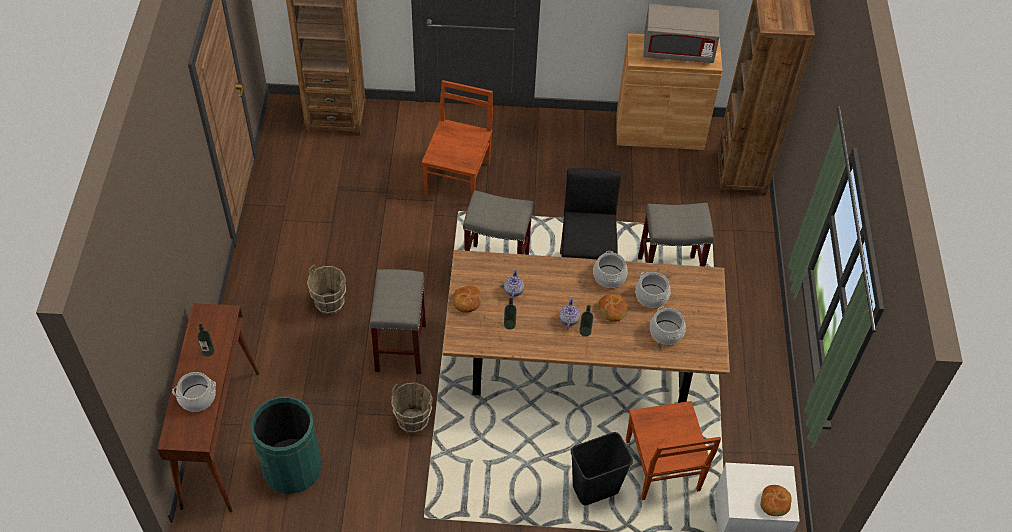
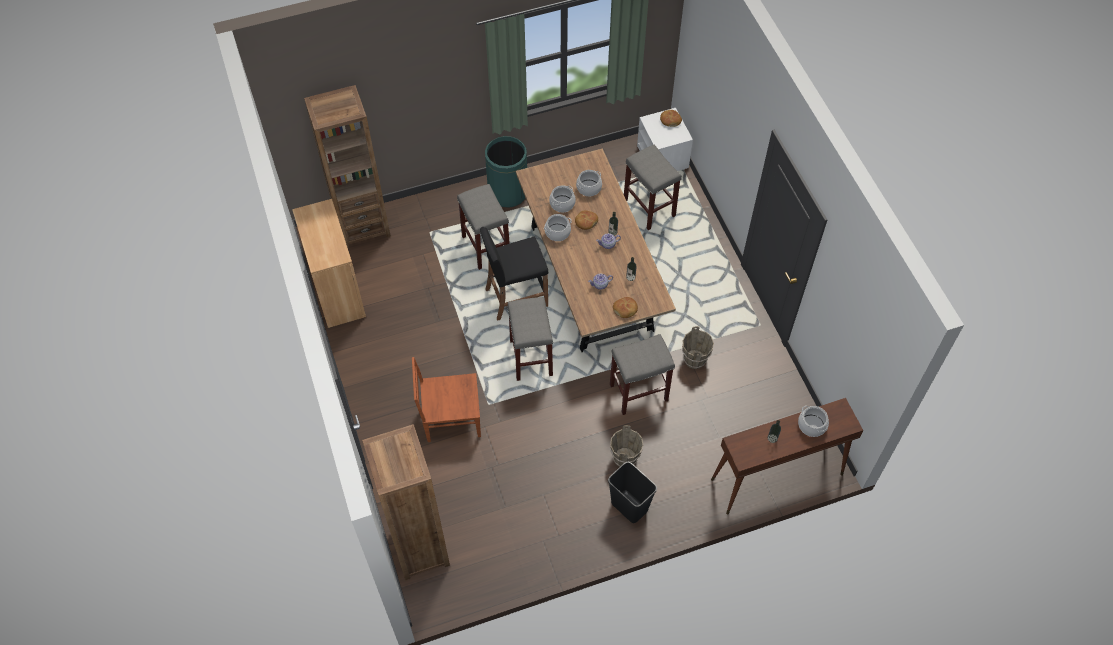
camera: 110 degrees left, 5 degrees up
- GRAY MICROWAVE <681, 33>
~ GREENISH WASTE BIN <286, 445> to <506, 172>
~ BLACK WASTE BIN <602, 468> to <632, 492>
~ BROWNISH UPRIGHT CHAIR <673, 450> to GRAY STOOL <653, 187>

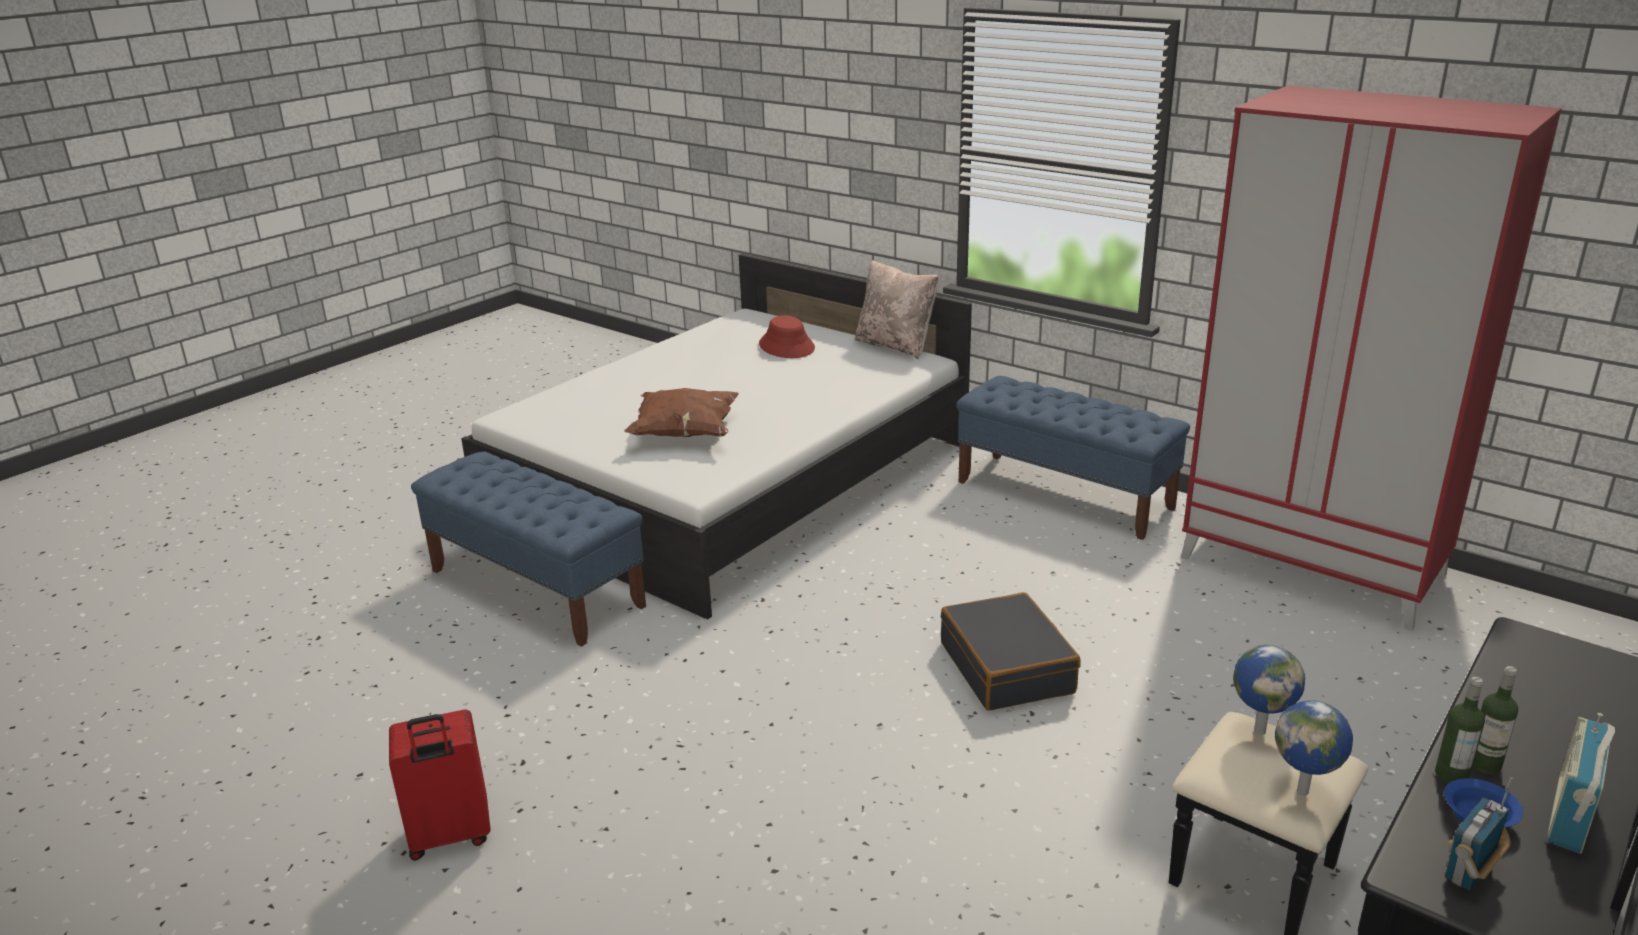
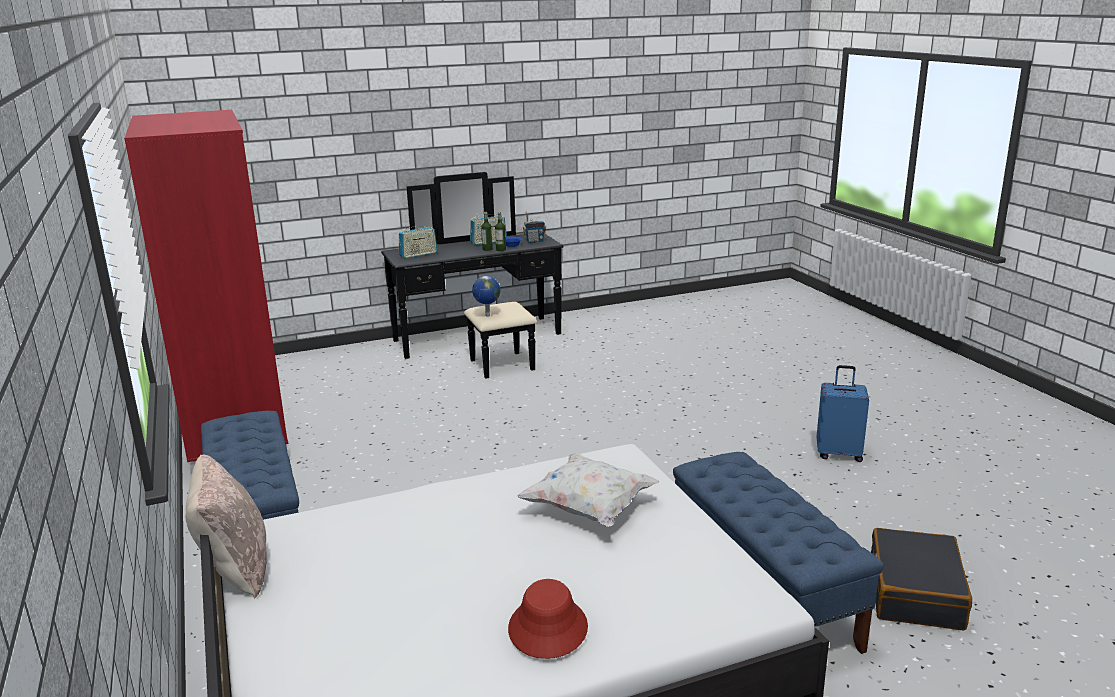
camera: 150 degrees left, 5 degrees down
- GLOBE <1314, 748>
+ RADIO <418, 242>
~ RED-COLOURED CLOTHING HAT <787, 336> to <548, 619>
~ BLACK SUITCASE <1011, 651> to <921, 579>
~ RED-COLOURED SUITCASE <440, 785> to BLUISH SUITCASE <842, 413>
~ BROWNISH CUSHION <681, 412> to WHITE-COLOURED CUSHION <588, 490>

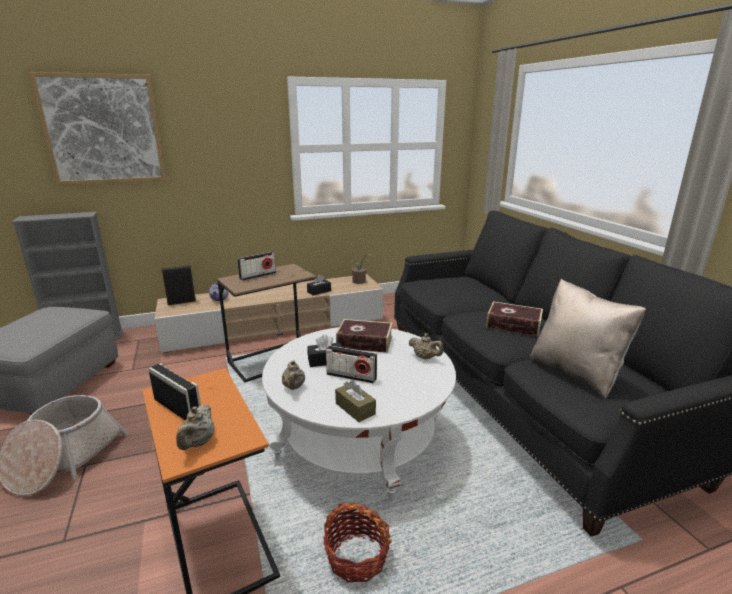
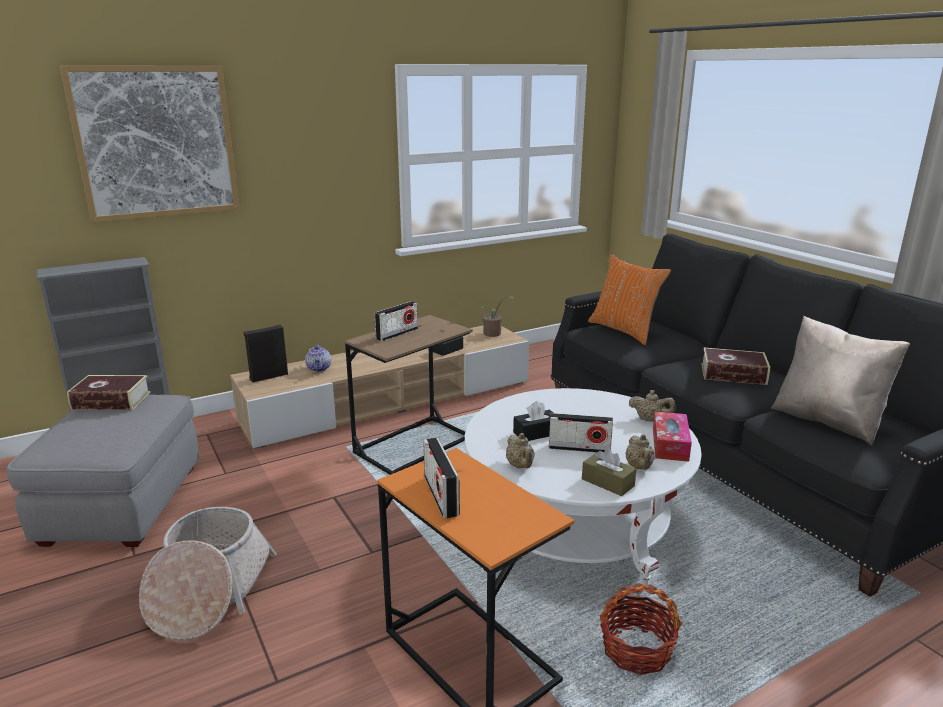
camera: 10 degrees left, 0 degrees up
+ ORANGE-COLOURED CUSHION <629, 299>
+ TISSUE HOLDER <672, 437>
~ BEIGE-COLOURED TEA POT <195, 427> to <640, 452>
~ BOUND BOOK <364, 336> to <108, 392>
~ RADIO <175, 391> = <441, 478> 135 degrees counterclockwise

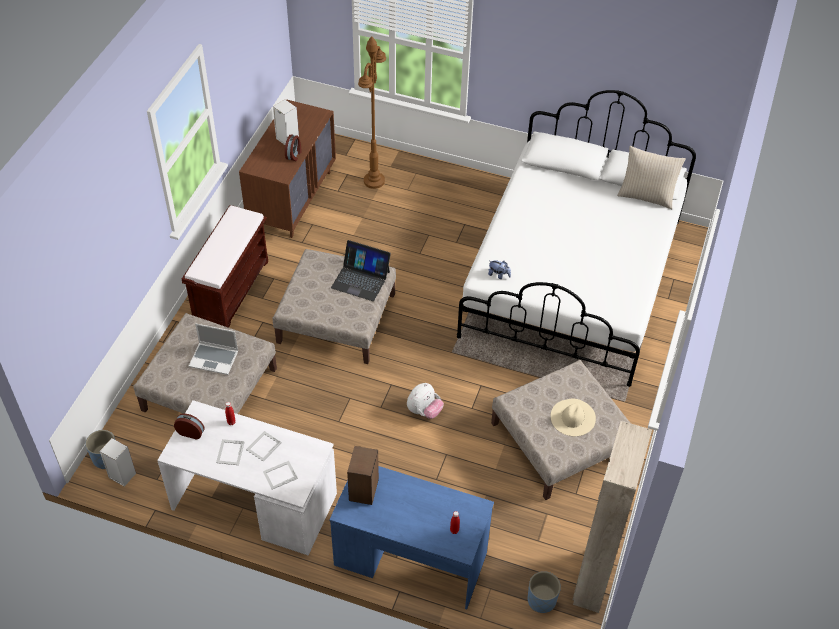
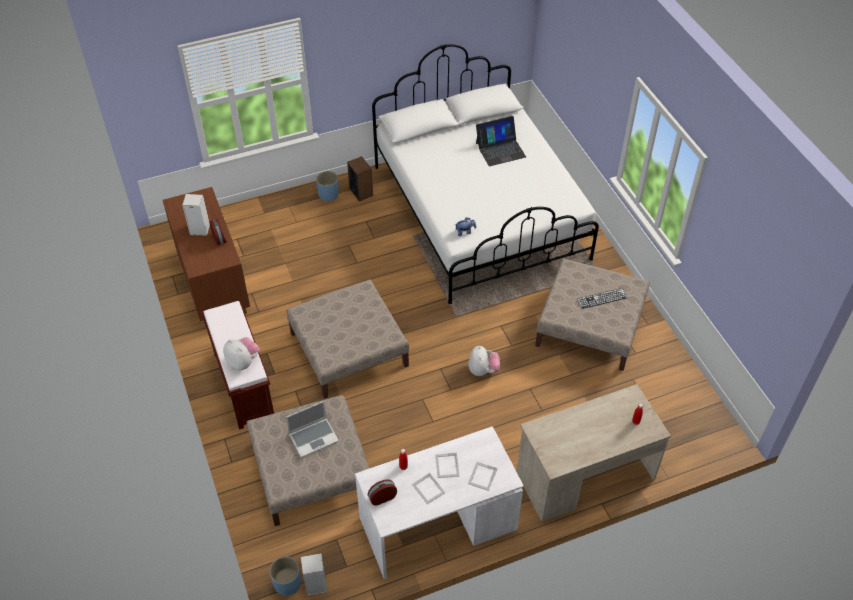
camera: 40 degrees left, 0 degrees up
- BROWNISH STANDING LAMP <372, 113>
- BEIGE-COLOURED ARMOIRE <612, 517>
- BEIGE-COLOURED CUSHION <651, 177>
+ SOFT TOY <241, 353>
~ LAPTOP <361, 270> to <501, 141>
~ SPEAKER <363, 475> to <360, 178>
~ BLUISH PLANT POT <544, 592> to <327, 186>
~ BEIGE-COLOURED CLOTHING HAT <573, 417> to KEYBOARD <602, 298>
~ BLUISH DESK TABLE <411, 537> to BEIGE-COLOURED DESK TABLE <594, 453>

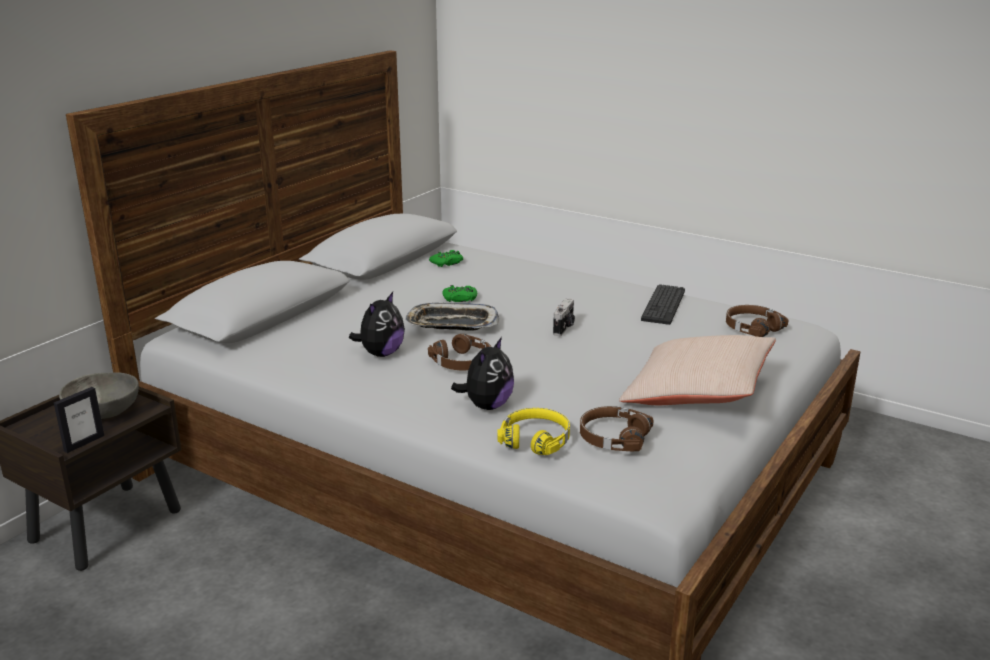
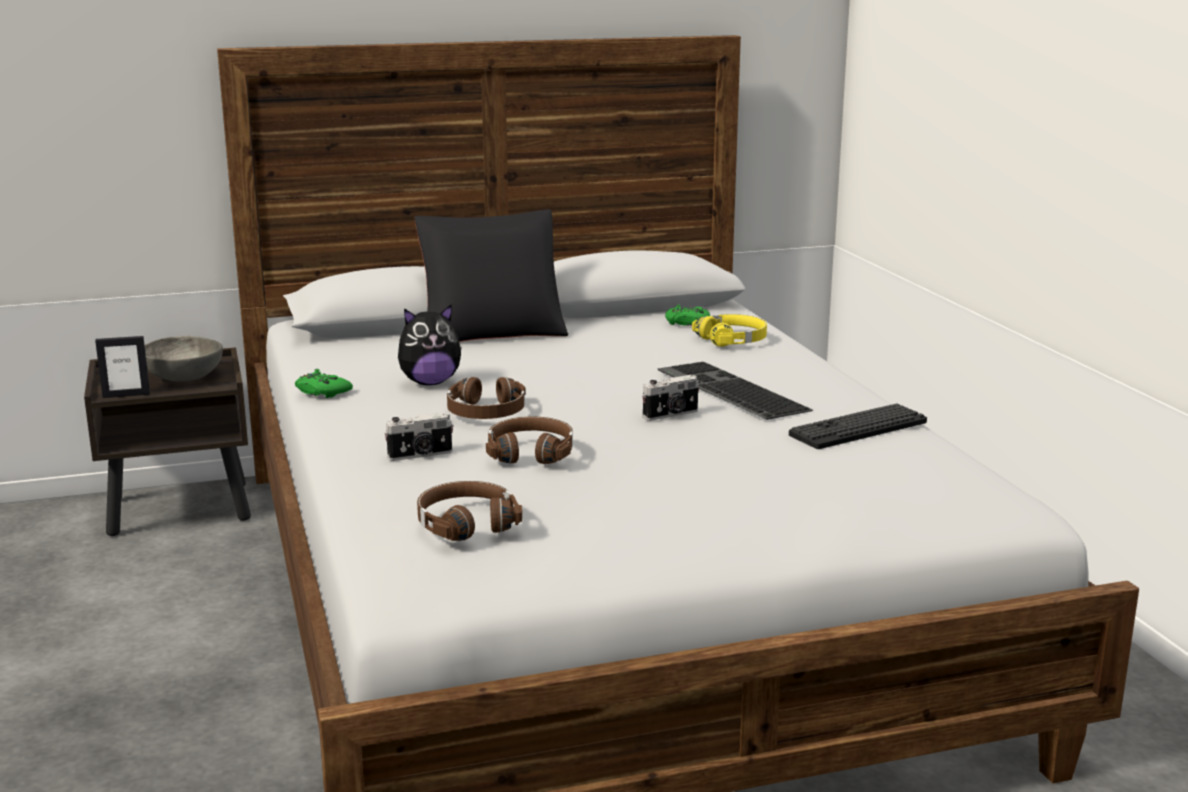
camera: 40 degrees right, 5 degrees down
- TRAY <452, 317>
- BEIGE-COLOURED CUSHION <697, 370>
+ BLACK CUSHION <491, 275>
+ KEYBOARD <735, 391>
~ GREENISH GAME CONTROLLER <460, 293> to <324, 383>
~ YELLOWISH HEADSET <533, 431> to <729, 330>
~ BROWNISH HEADSET <757, 321> to <529, 440>
~ SOFT TOY <482, 373> to PHOTO CAMERA <418, 436>

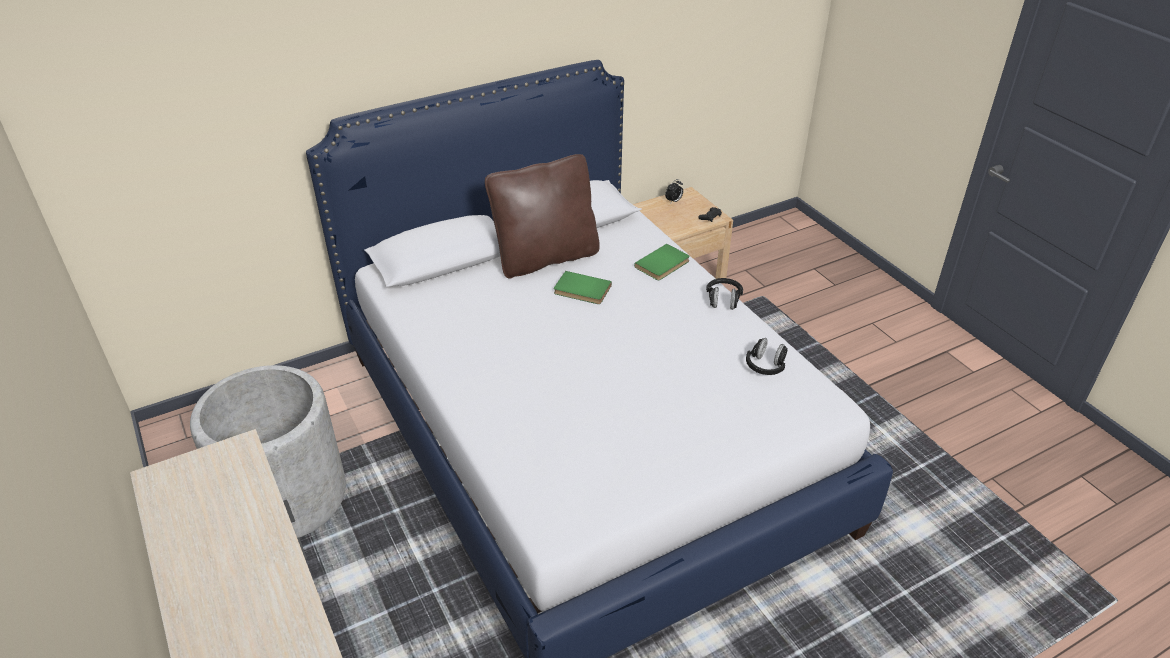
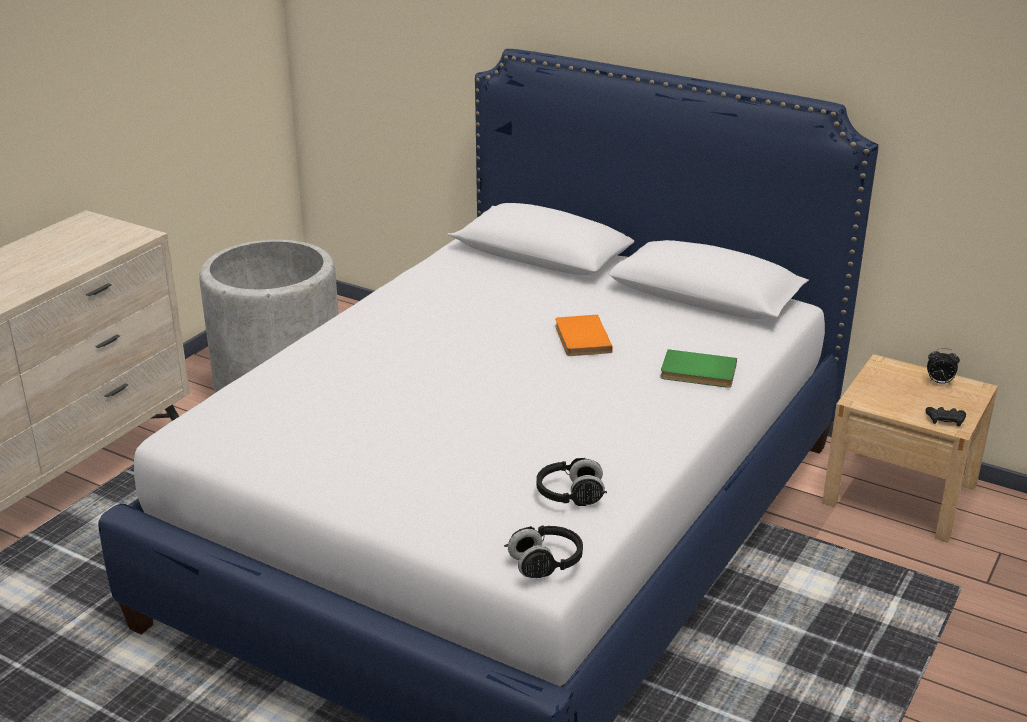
camera: 60 degrees right, 10 degrees down
- BROWNISH CUSHION <542, 216>
~ BLACK HEADSET <724, 294> to <543, 551>
~ GREENISH BOUND BOOK <583, 287> to ORANGE-COLOURED BOUND BOOK <584, 335>

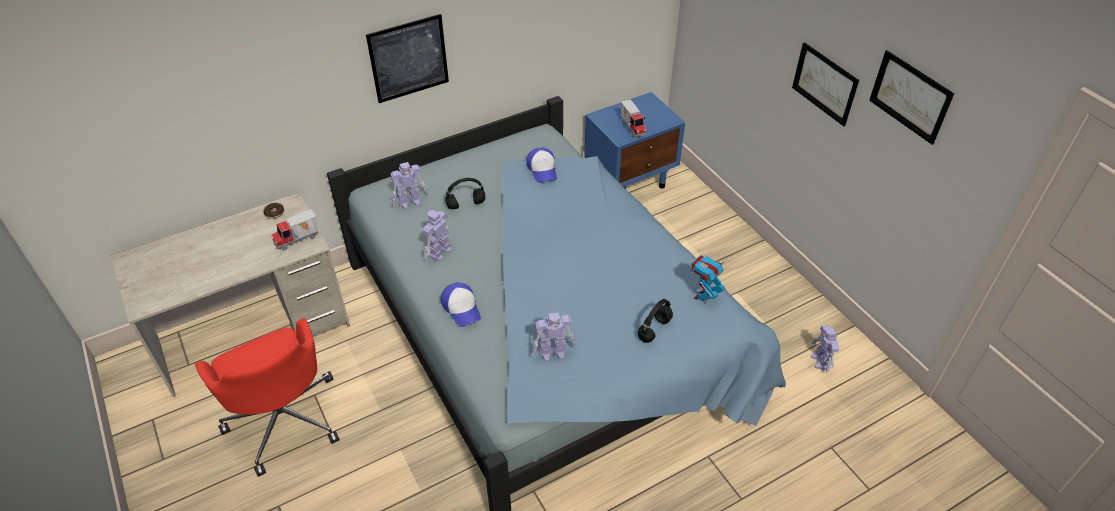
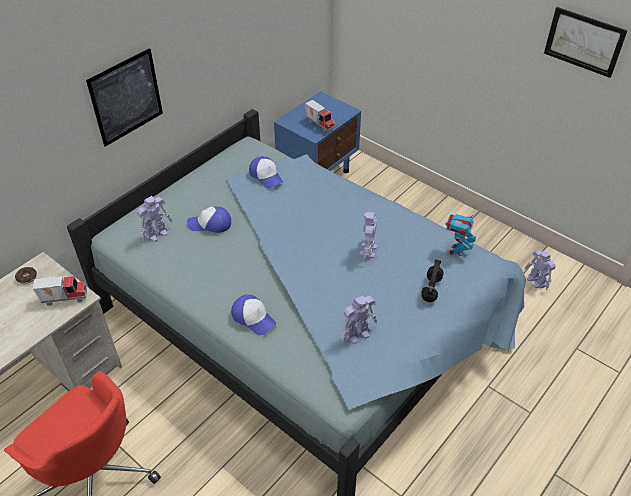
camera: 20 degrees left, 0 degrees up
- PICTURE <825, 84>
~ MODEL ROBOT <437, 235> to <368, 236>
~ BLACK HEADSET <465, 194> to BASEBALL CAP <209, 219>
~ TOY LORRY <295, 230> = <60, 291> 135 degrees counterclockwise

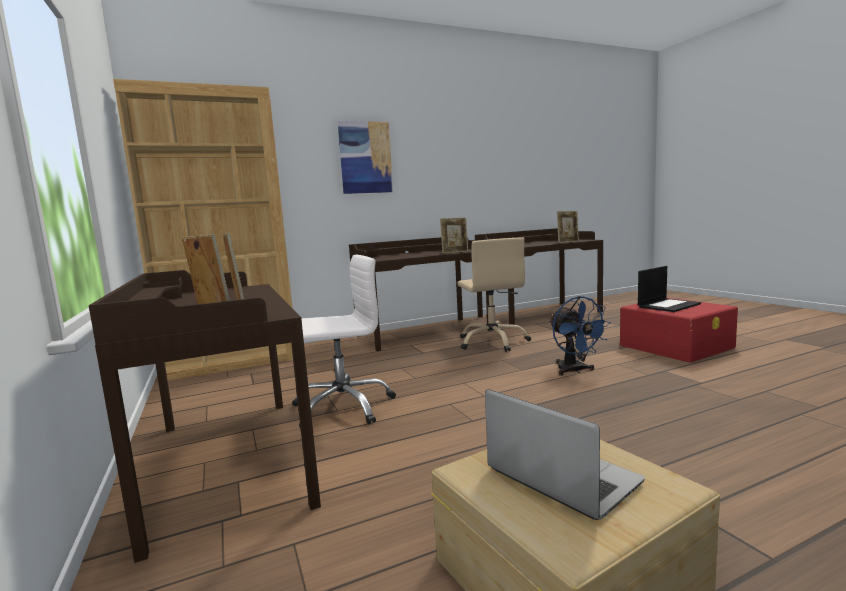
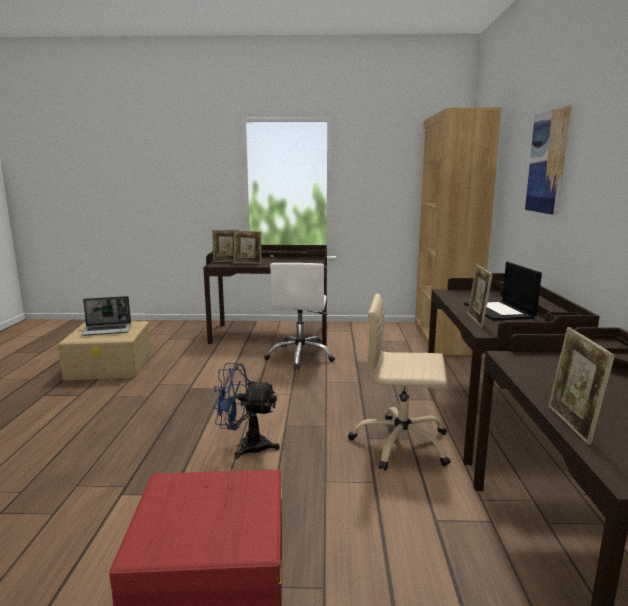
camera: 115 degrees right, 5 degrees up
~ LAPTOP <669, 289> to <503, 291>

